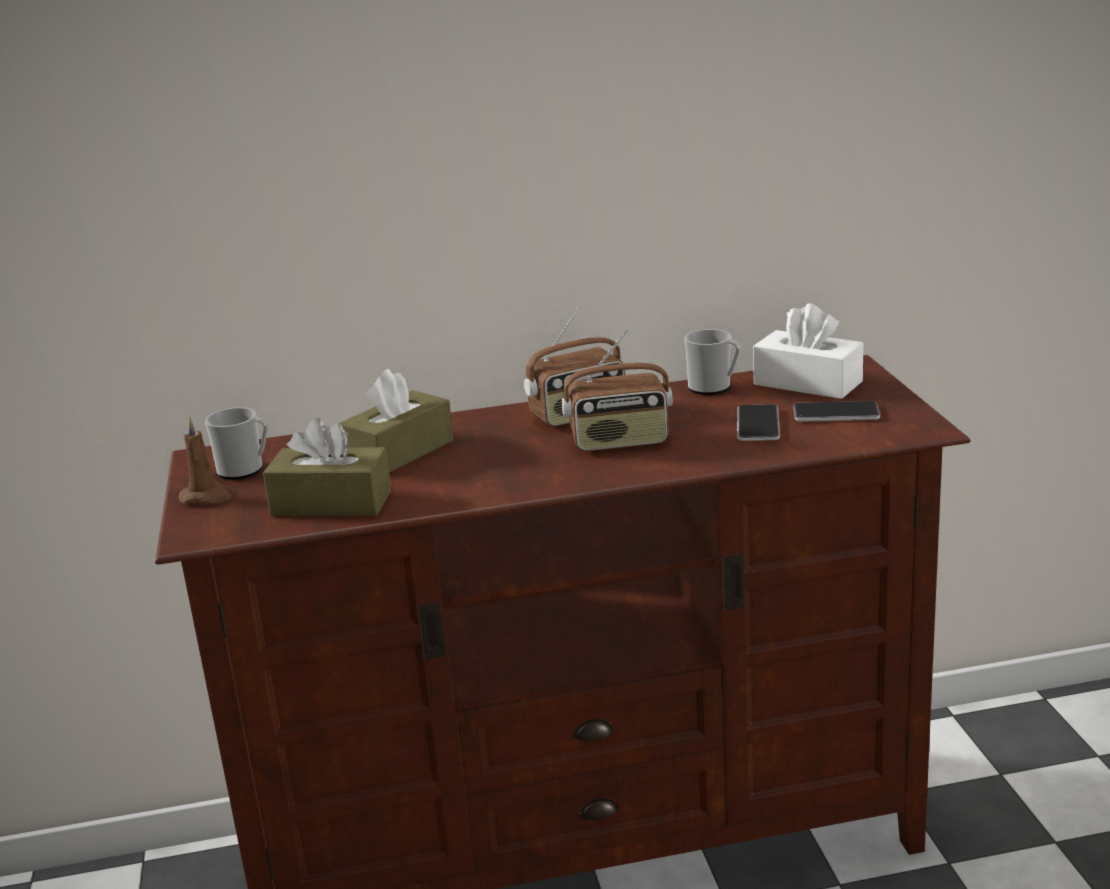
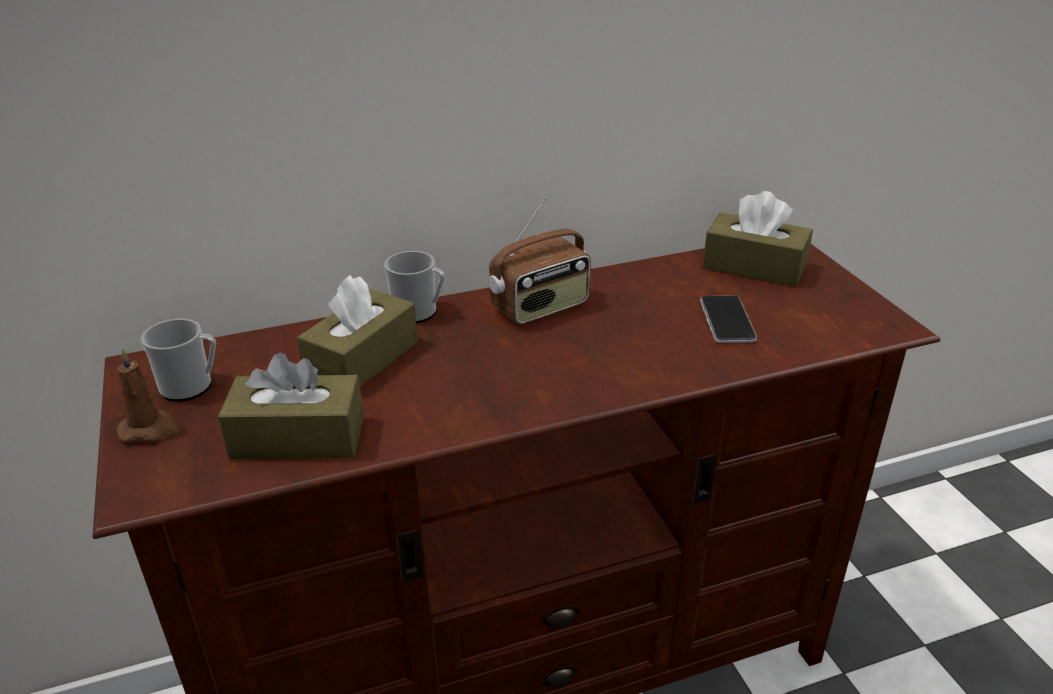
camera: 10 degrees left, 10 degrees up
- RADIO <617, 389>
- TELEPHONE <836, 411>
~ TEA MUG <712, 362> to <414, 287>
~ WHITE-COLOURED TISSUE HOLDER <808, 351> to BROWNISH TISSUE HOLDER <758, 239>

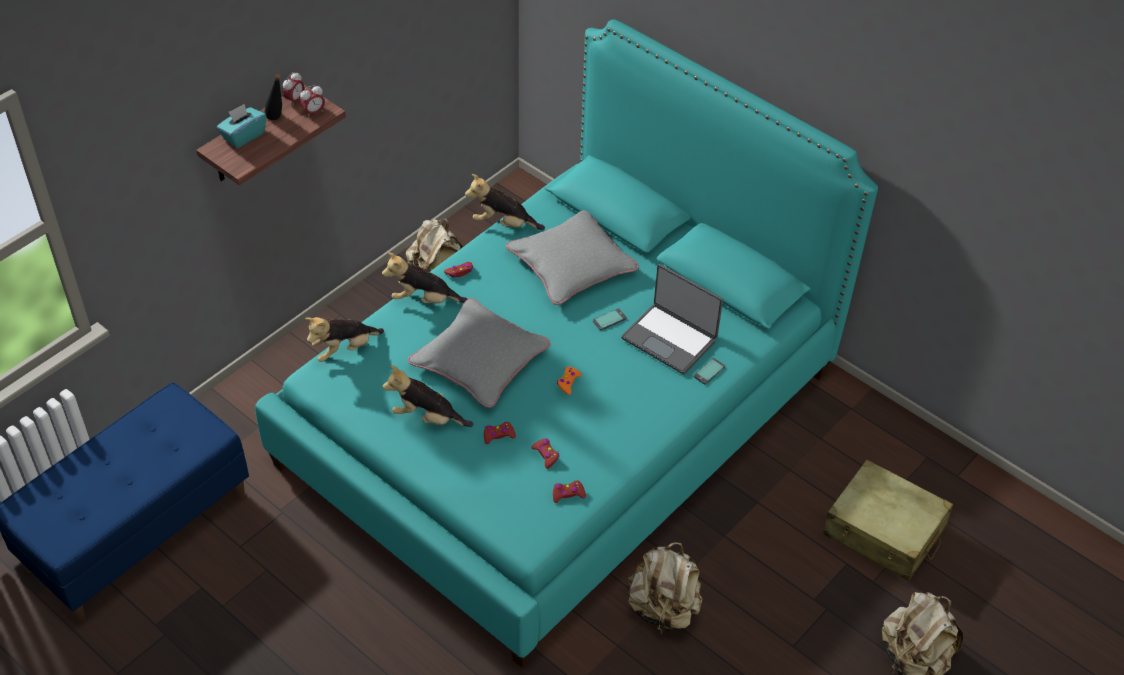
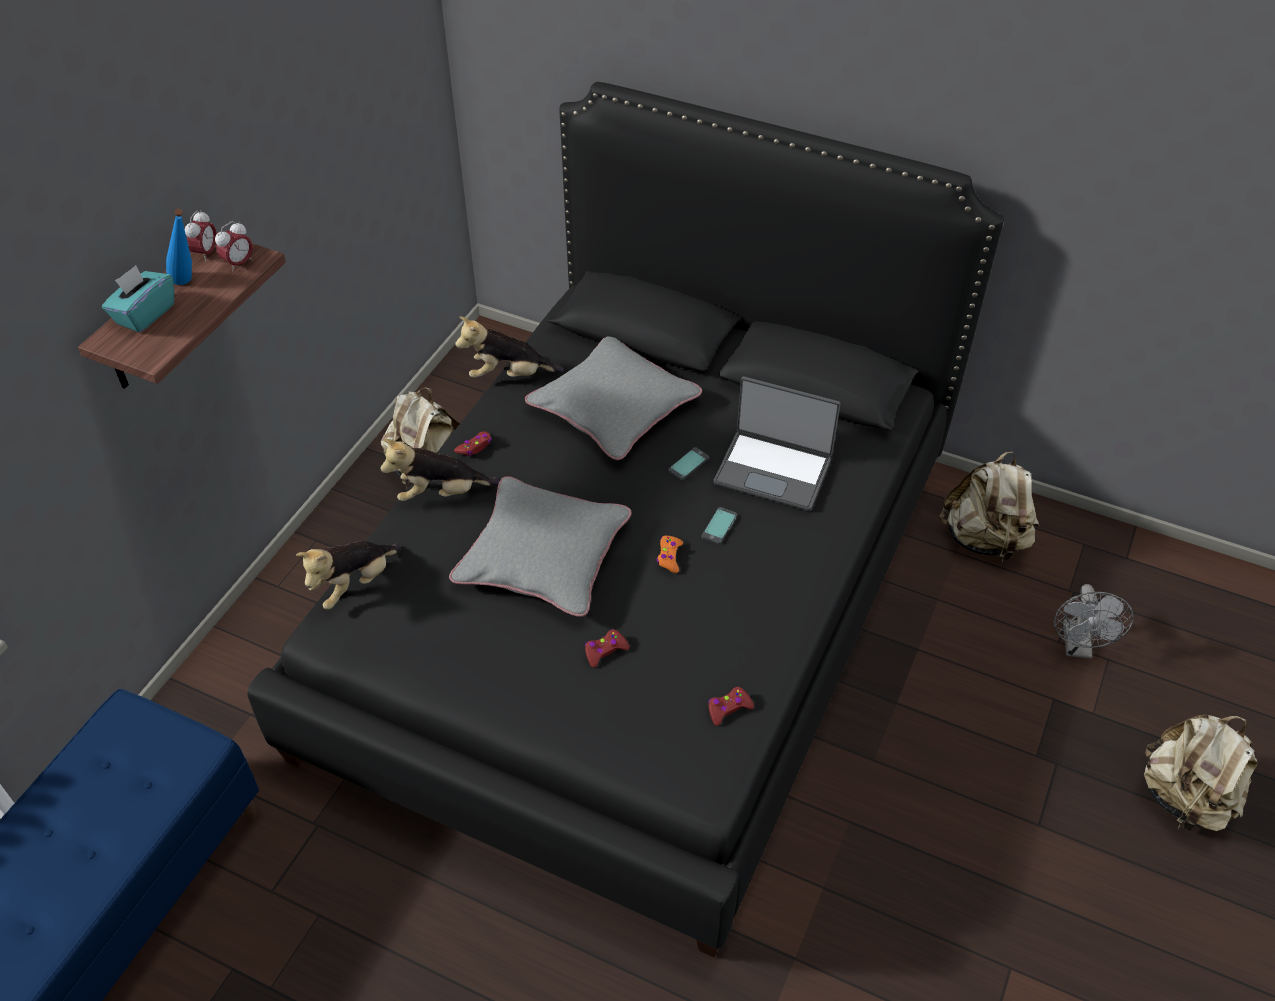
camera: 15 degrees left, 0 degrees up
- SOFT TOY <428, 396>
- RED-COLOURED GAME CONTROLLER <545, 454>
~ BEIGE-COLOURED KNAPSACK <665, 587> to <989, 506>
~ TELEPHONE <709, 371> to <719, 525>
~ BEIGE-COLOURED SUITCASE <888, 520> to GRAY ELECTRIC FAN <1093, 621>
~ BLUE-GREEN BED <566, 343> to BLACK BED <625, 520>
~ BLACK DRINK BOTTLE <273, 97> to BLUISH DRINK BOTTLE <179, 247>

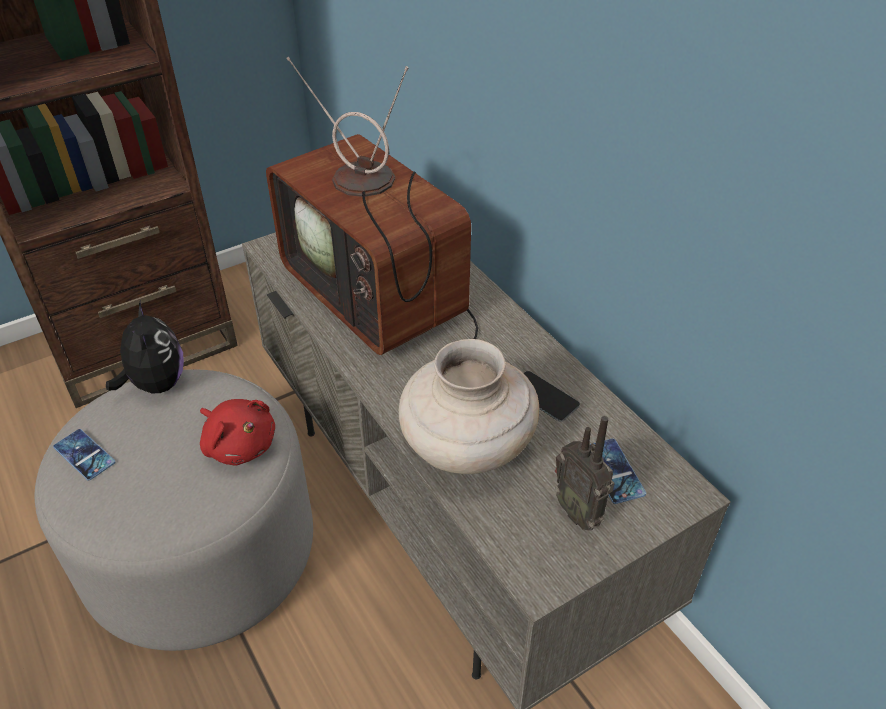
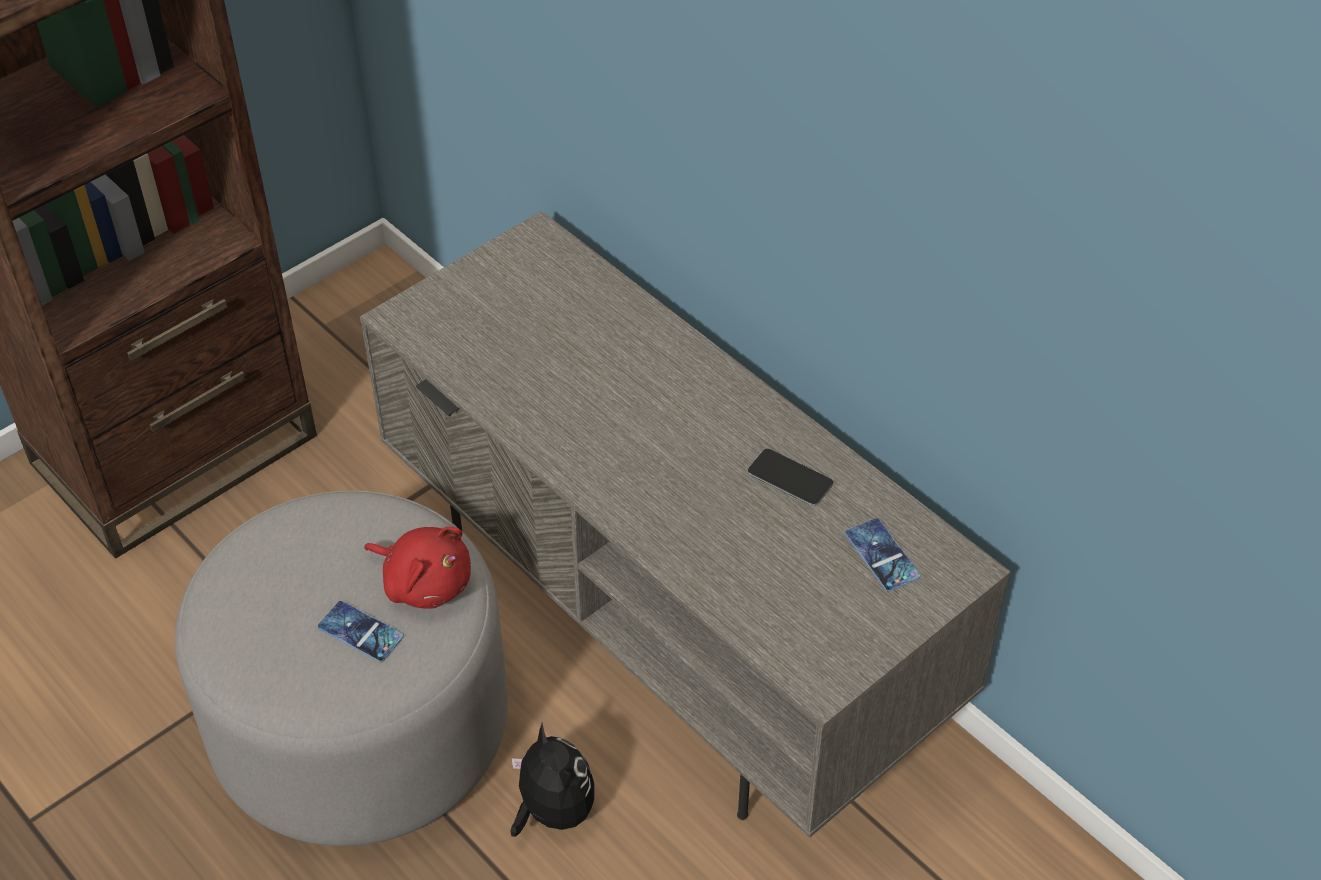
camera: 10 degrees left, 5 degrees up
- TV SET <372, 205>
- BEIGE-COLOURED VASE <469, 406>
- RADIO <585, 473>
~ TELEPHONE <84, 454> to <360, 631>
~ SOFT TOY <145, 346> to <552, 780>

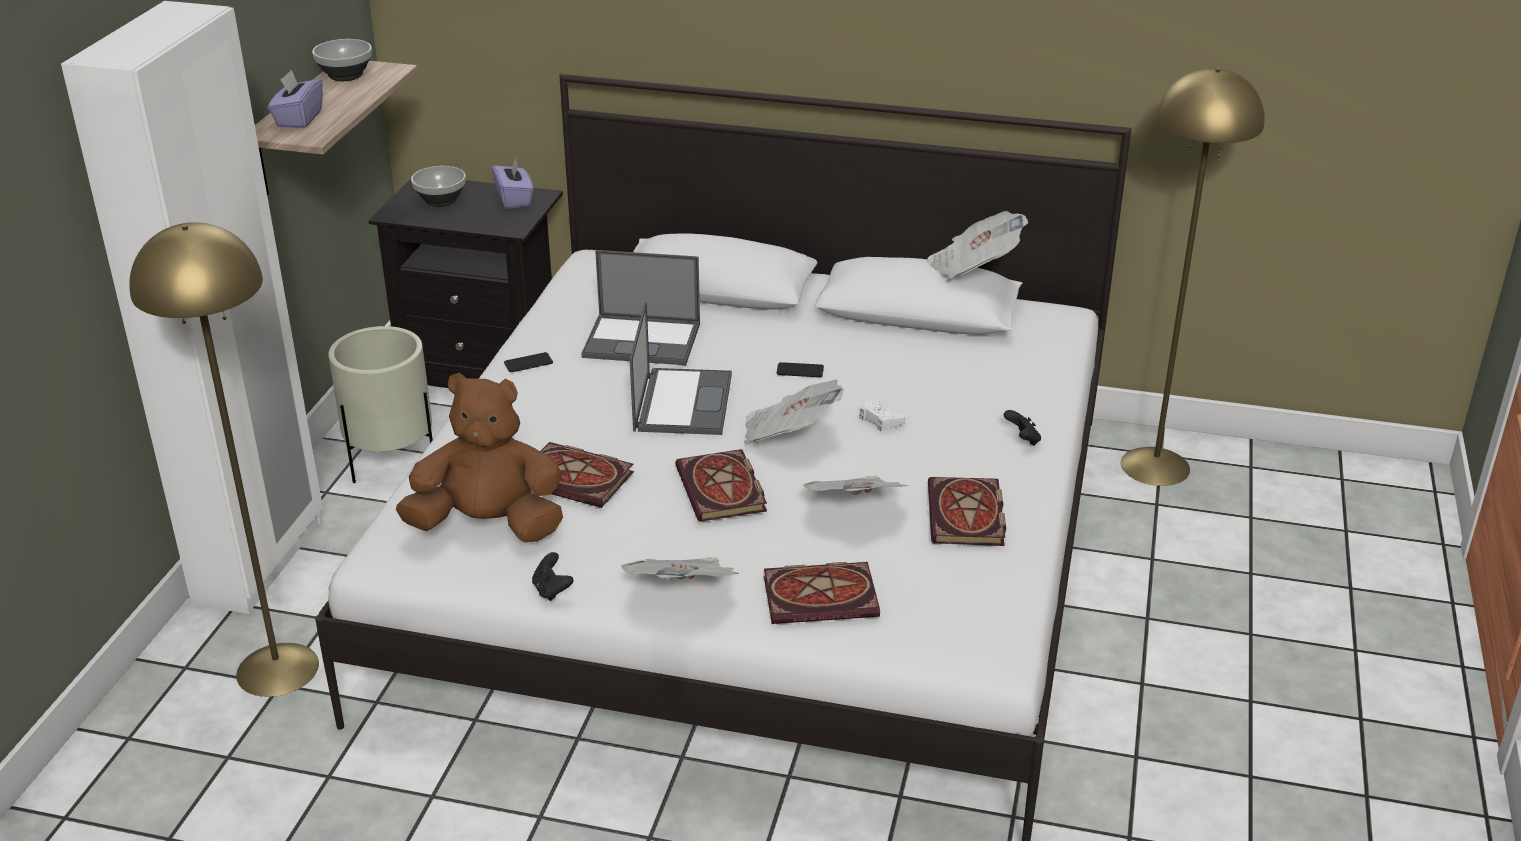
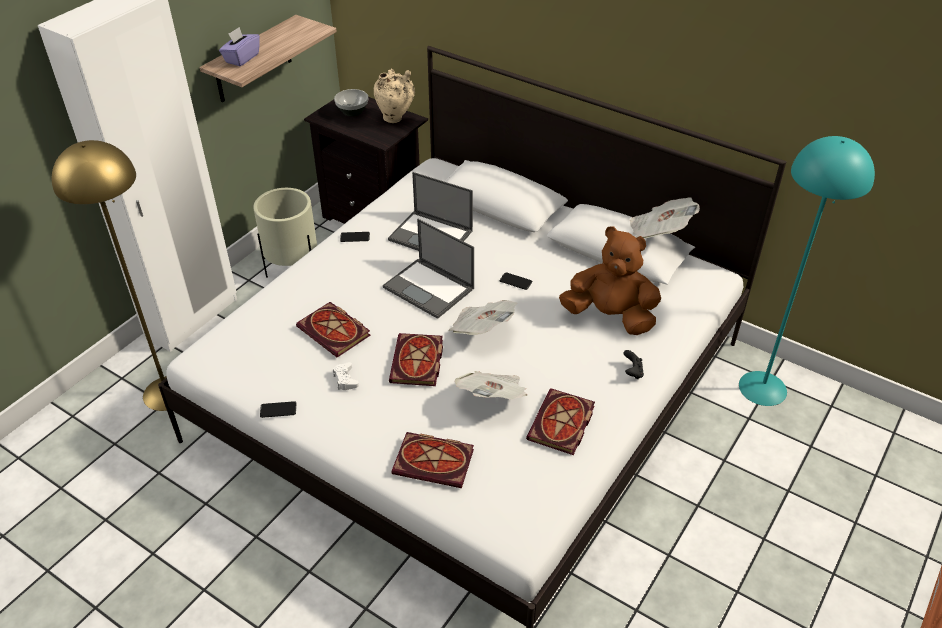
camera: 20 degrees right, 10 degrees up
- BOWL <342, 60>
- DAILY PAPER <680, 568>
~ BROWNISH SOFT TOY <479, 457> to <610, 280>
~ WHITE-COLOURED GAME CONTROLLER <882, 415> to <346, 376>
~ PURPLISH TISSUE HOLDER <512, 184> to BEIGE-COLOURED VASE <394, 96>
~ BLACK GAME CONTROLLER <552, 576> to TELEPHONE <278, 409>
~ YELLOWISH STANDING LAMP <1193, 277> to BLUE-GREEN STANDING LAMP <807, 271>
~ LAPTOP <681, 368> = <428, 269> 105 degrees clockwise

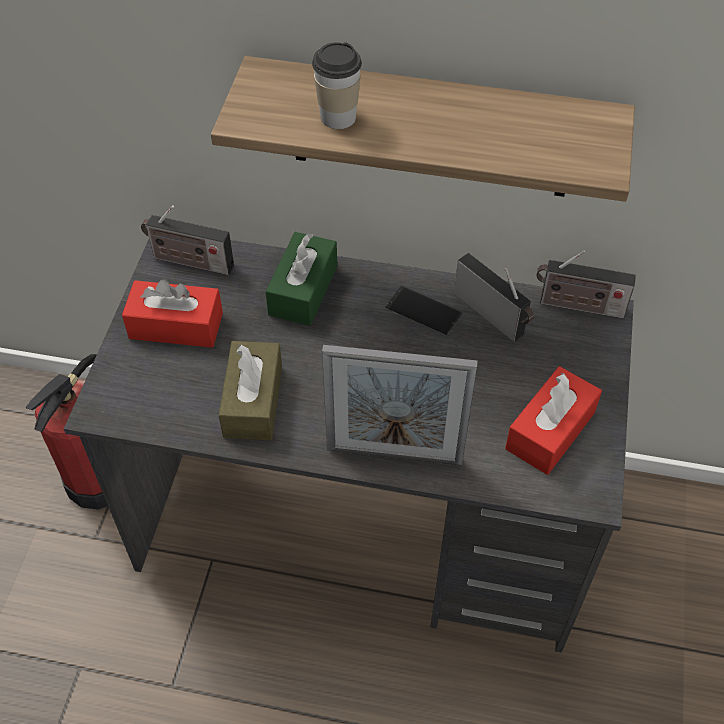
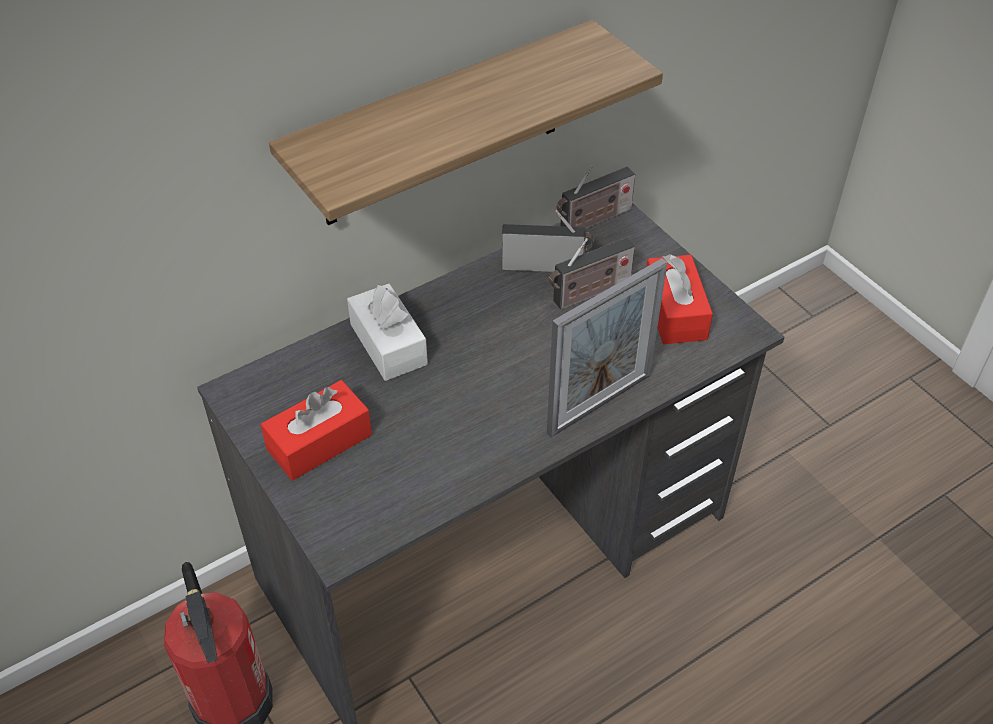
camera: 45 degrees left, 5 degrees down
- BROWNISH TISSUE HOLDER <250, 390>
- DRINKING CUP <337, 85>
- TELEPHONE <424, 310>
~ RADIO <187, 240> to <592, 274>
~ GREENISH TISSUE HOLDER <301, 279> to WHITE-COLOURED TISSUE HOLDER <387, 332>

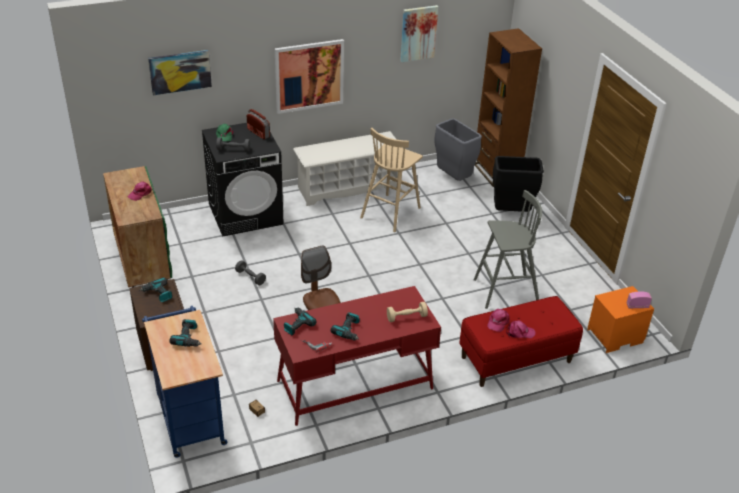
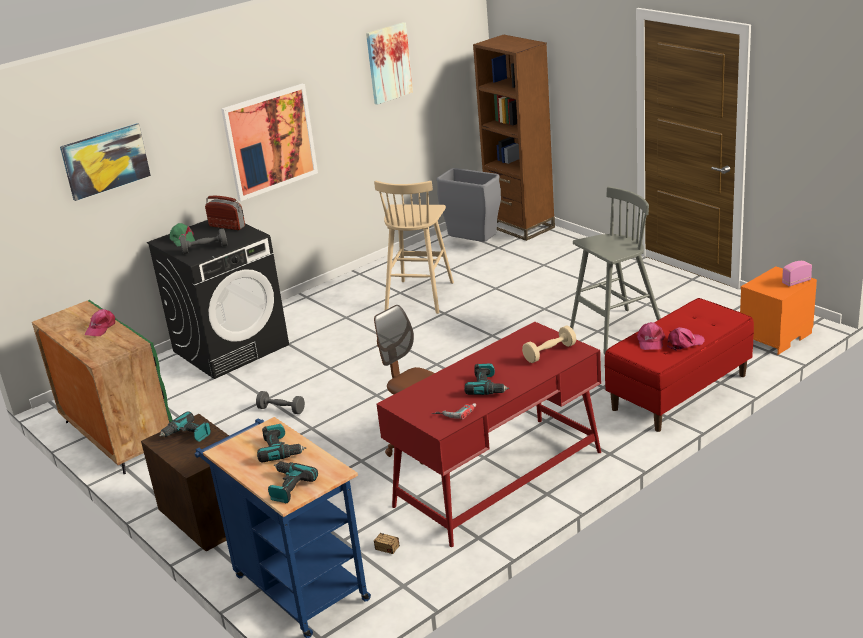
camera: 15 degrees left, 10 degrees down
- WHITE-COLOURED SHOE SHELF <345, 168>
- BLACK WASTE BIN <518, 184>
~ DRILL <300, 321> to <293, 482>

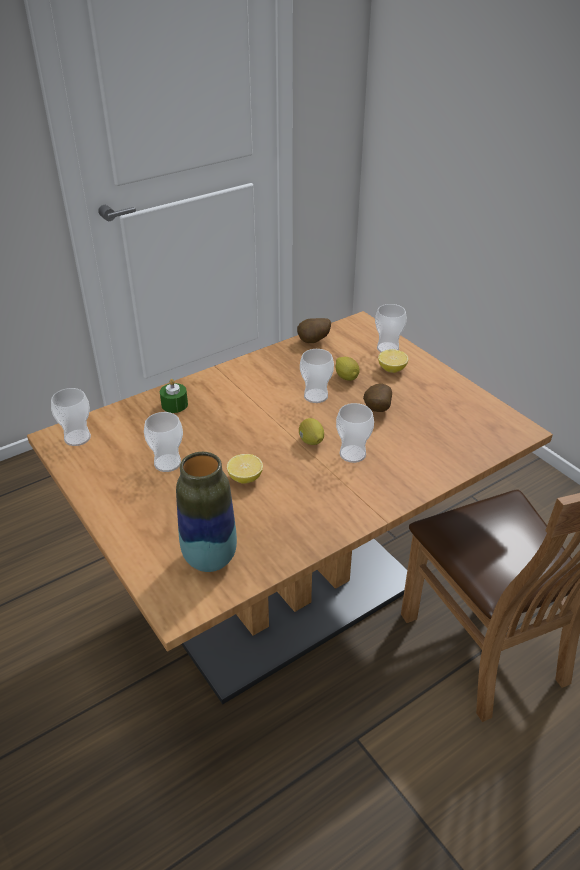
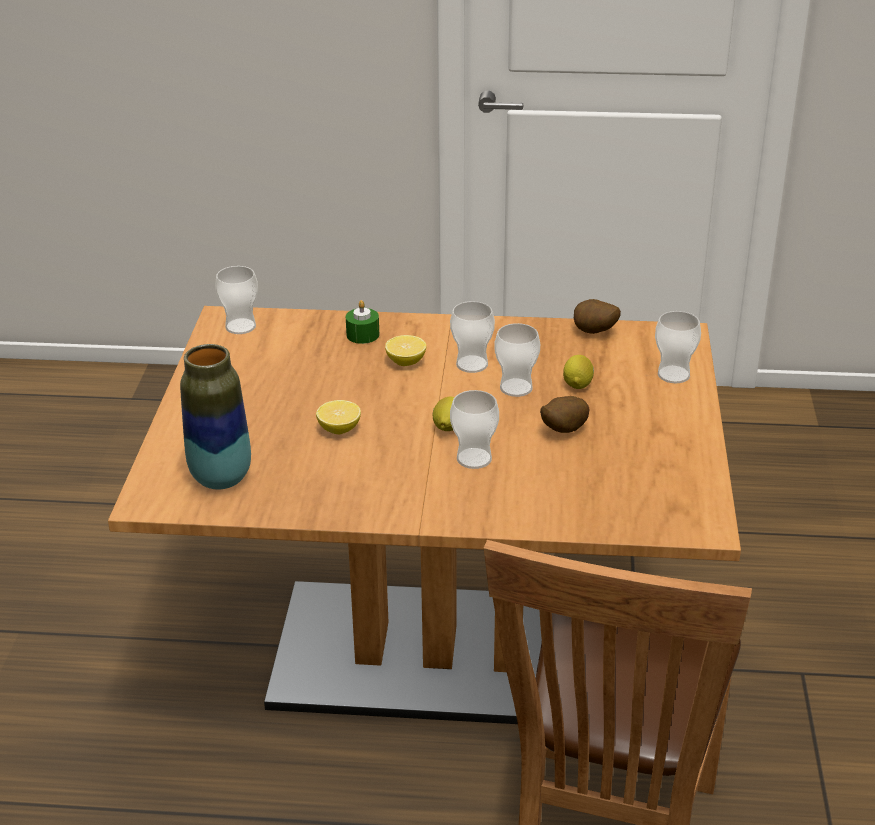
camera: 40 degrees right, 5 degrees down
~ DRINKING CUP <163, 442> to <472, 337>
~ WHOLE LEMON <393, 361> to <405, 350>

